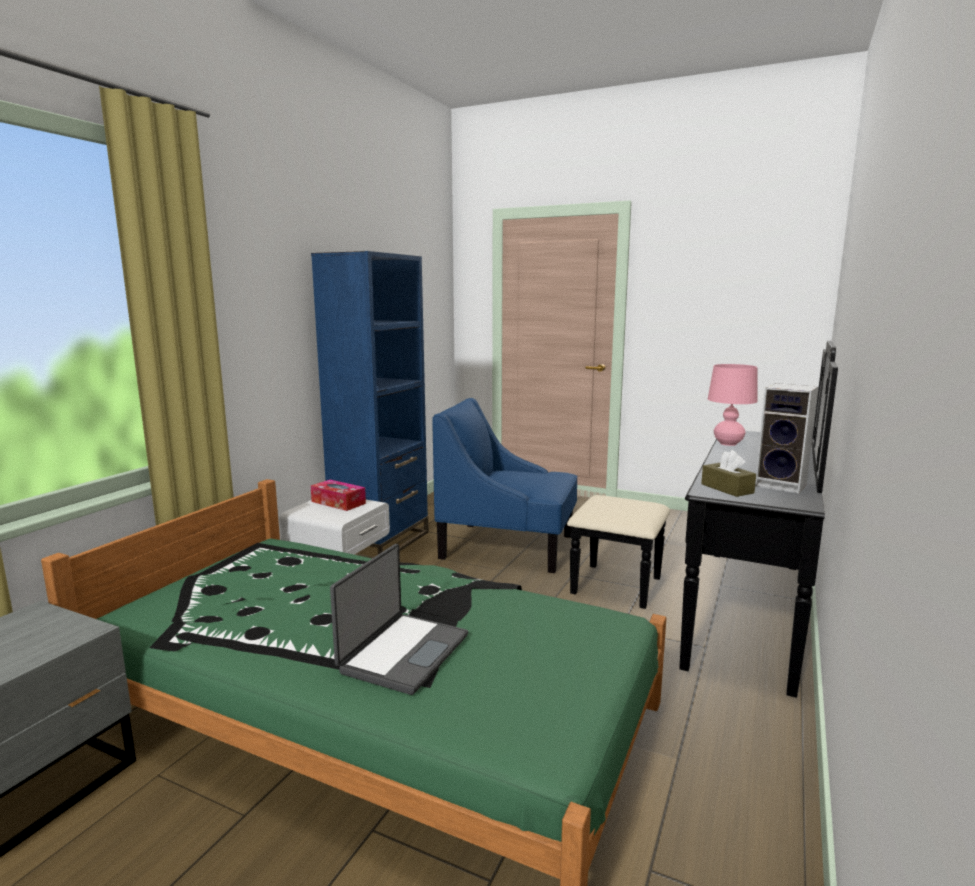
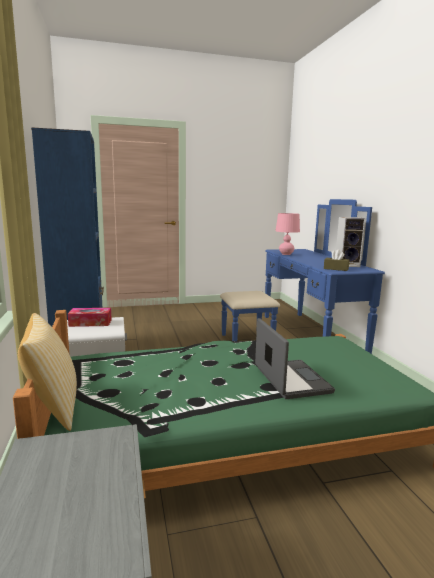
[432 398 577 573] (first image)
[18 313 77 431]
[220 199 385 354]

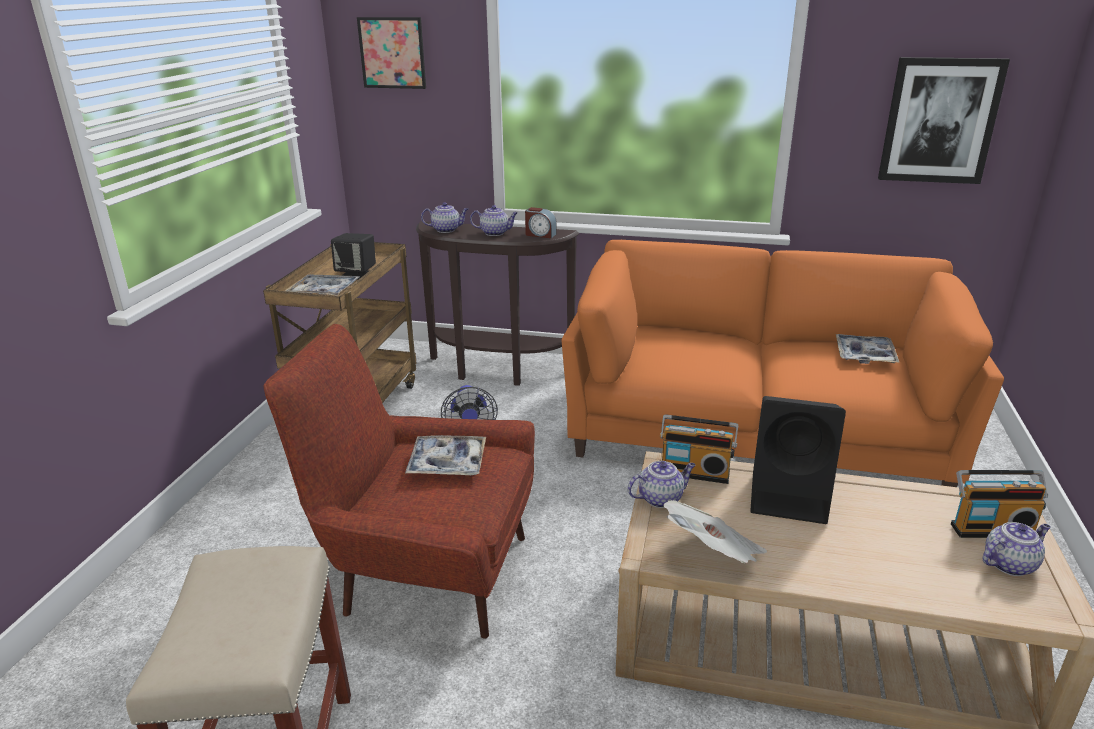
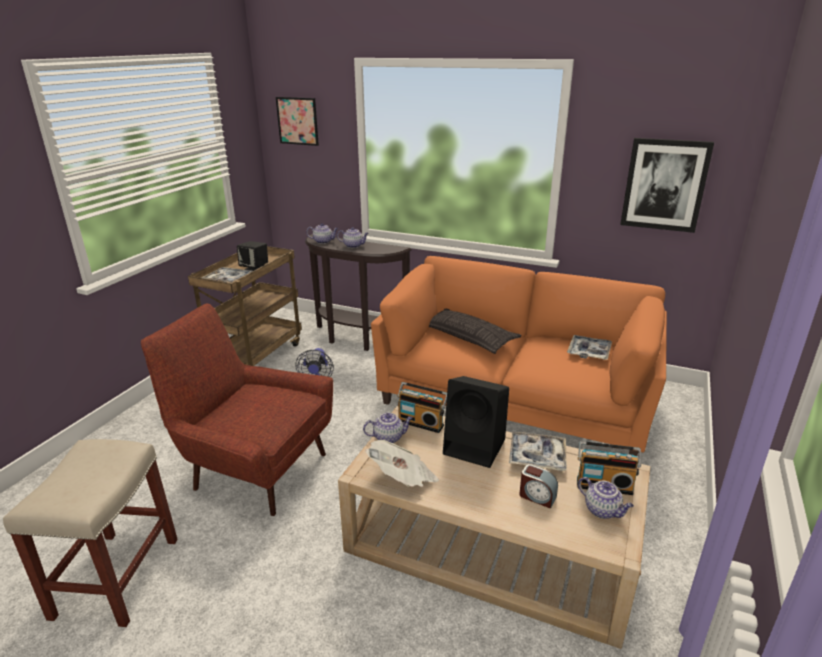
[429 309 522 354]
[509 432 567 471]
[520 464 558 509]
[578 477 634 519]

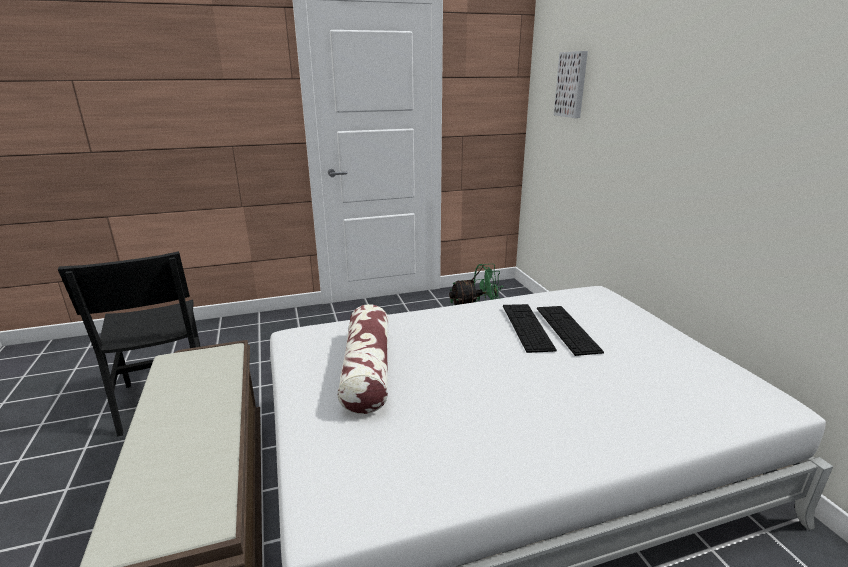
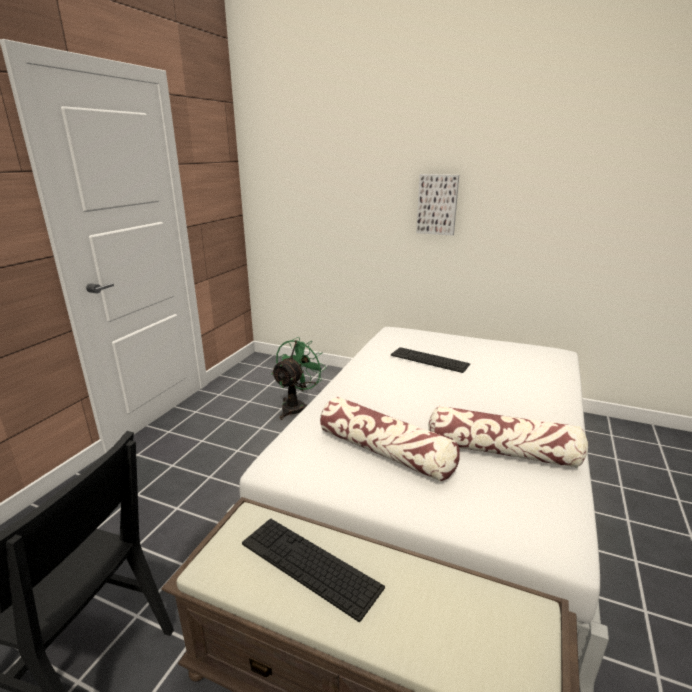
[428 406 588 468]
[242 519 385 622]
[416 174 459 236]

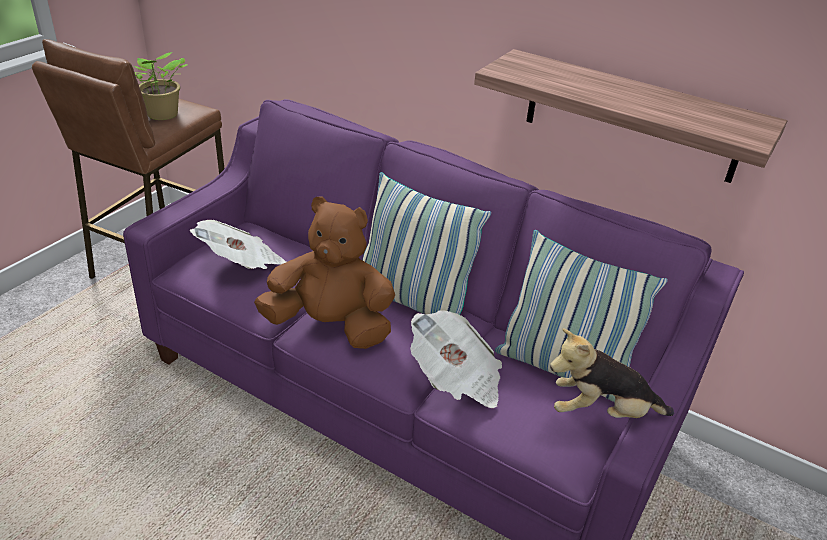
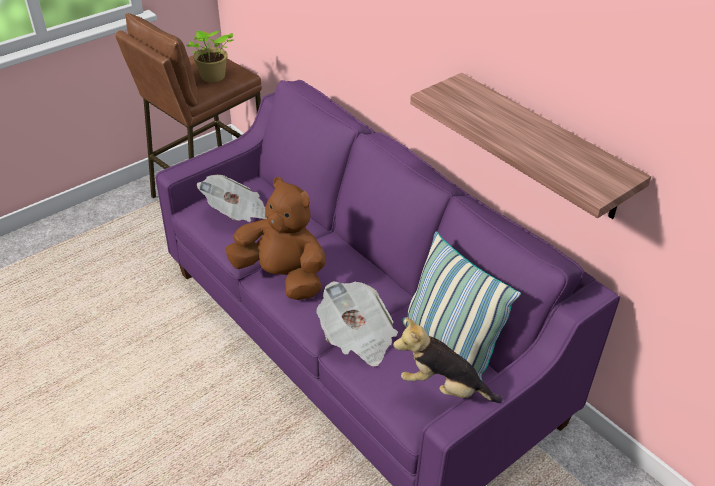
[362 172 491 315] (first image)

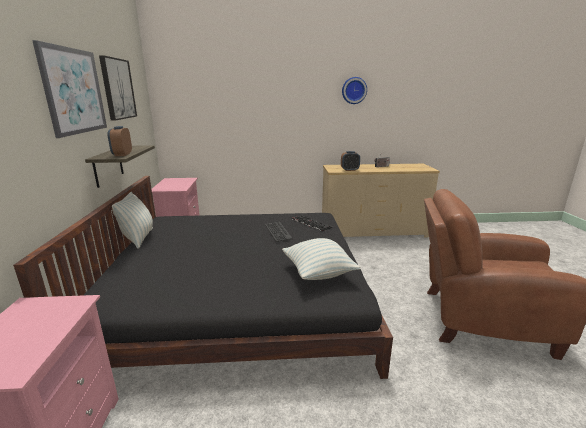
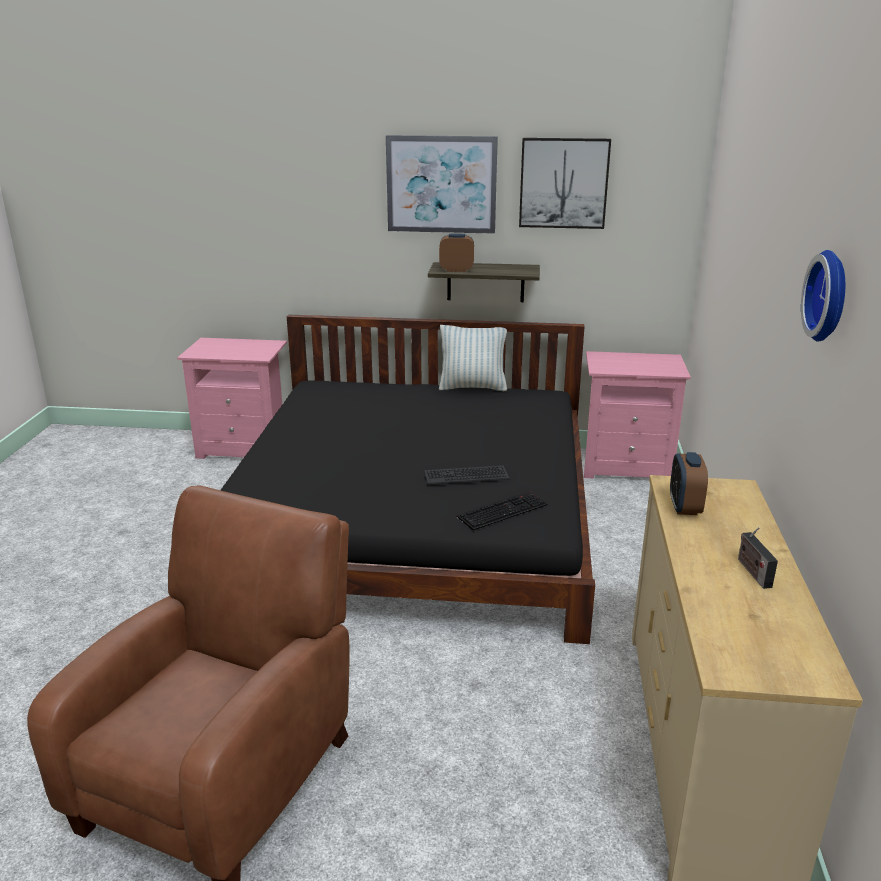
[282 238 361 280] (first image)

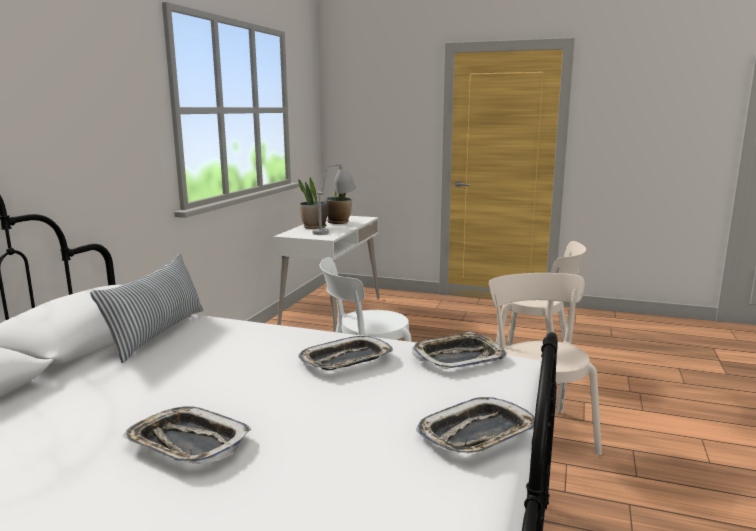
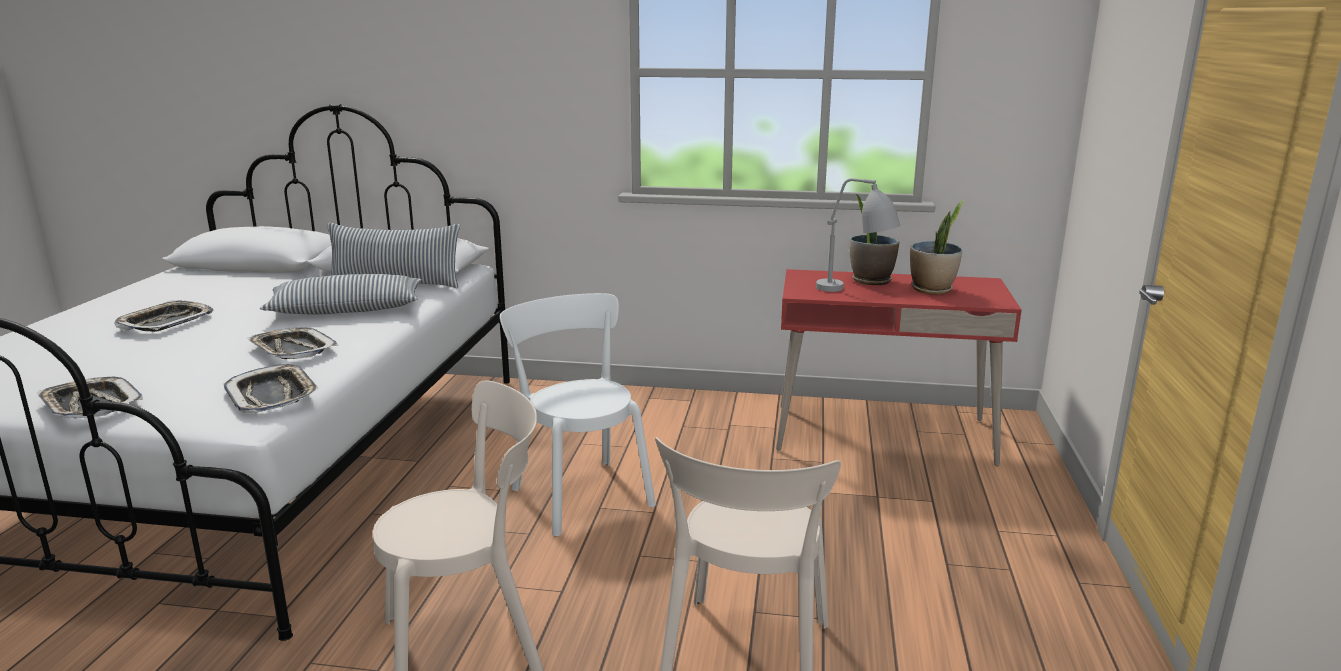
[260 274 422 315]
[776 269 1022 466]

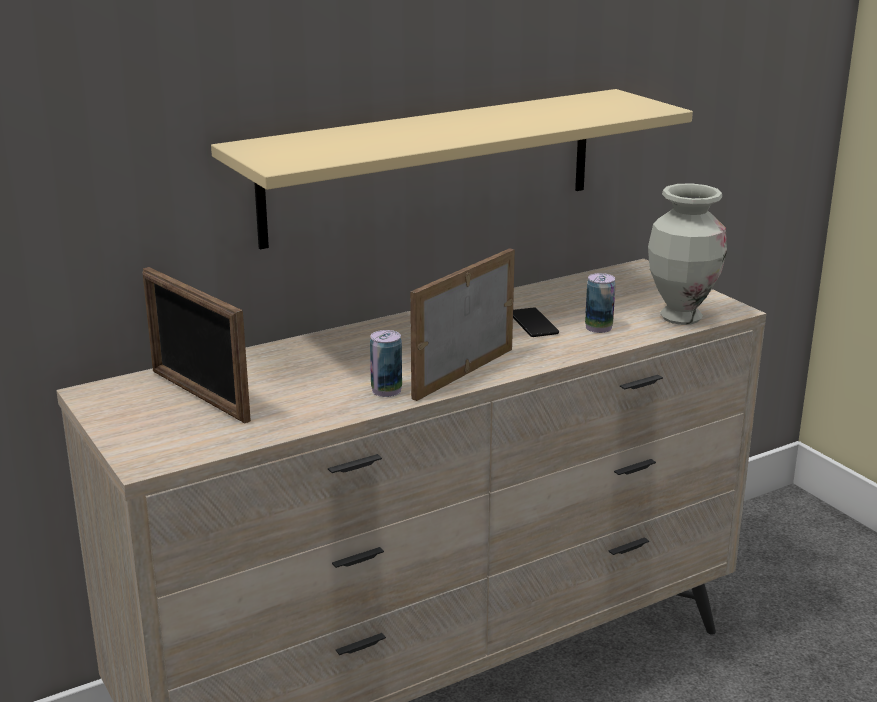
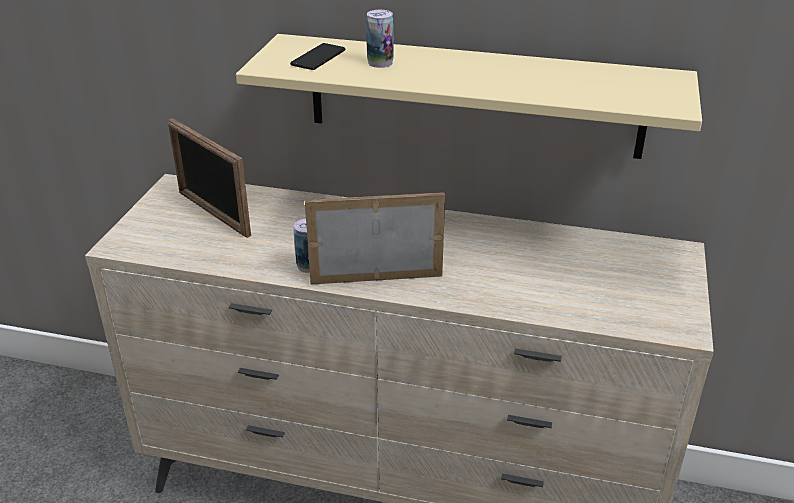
[648 183 727 325] (first image)
[290 43 345 70]
[366 10 393 68]
[168 118 251 238]

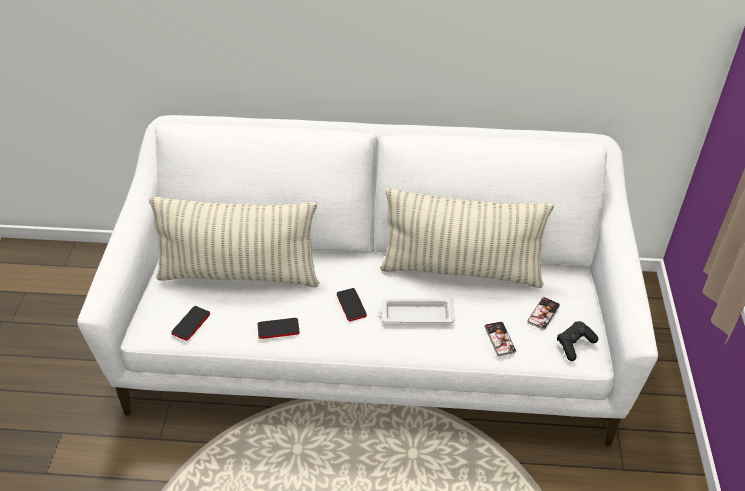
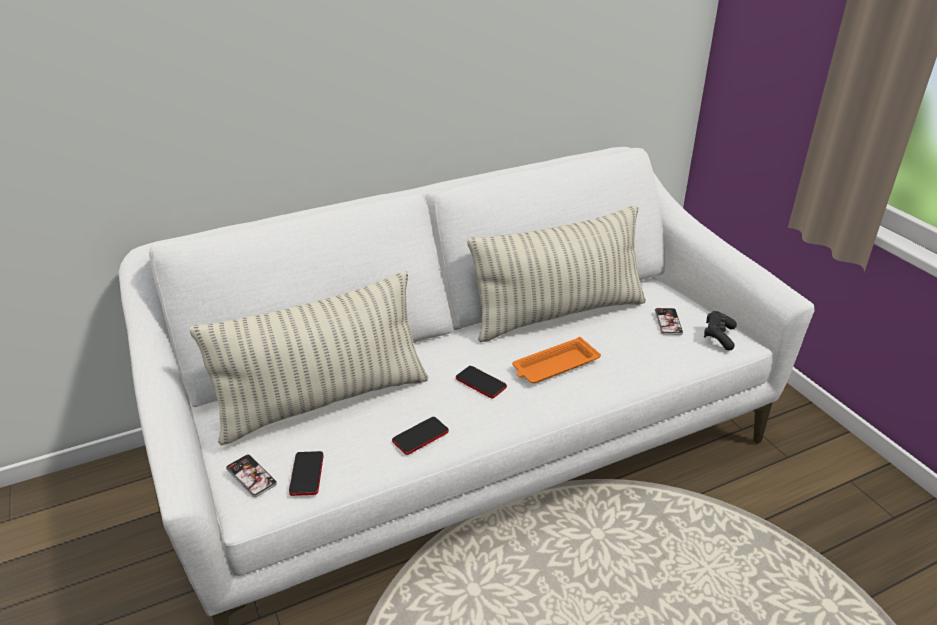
[226 455 277 497]
[512 337 601 383]

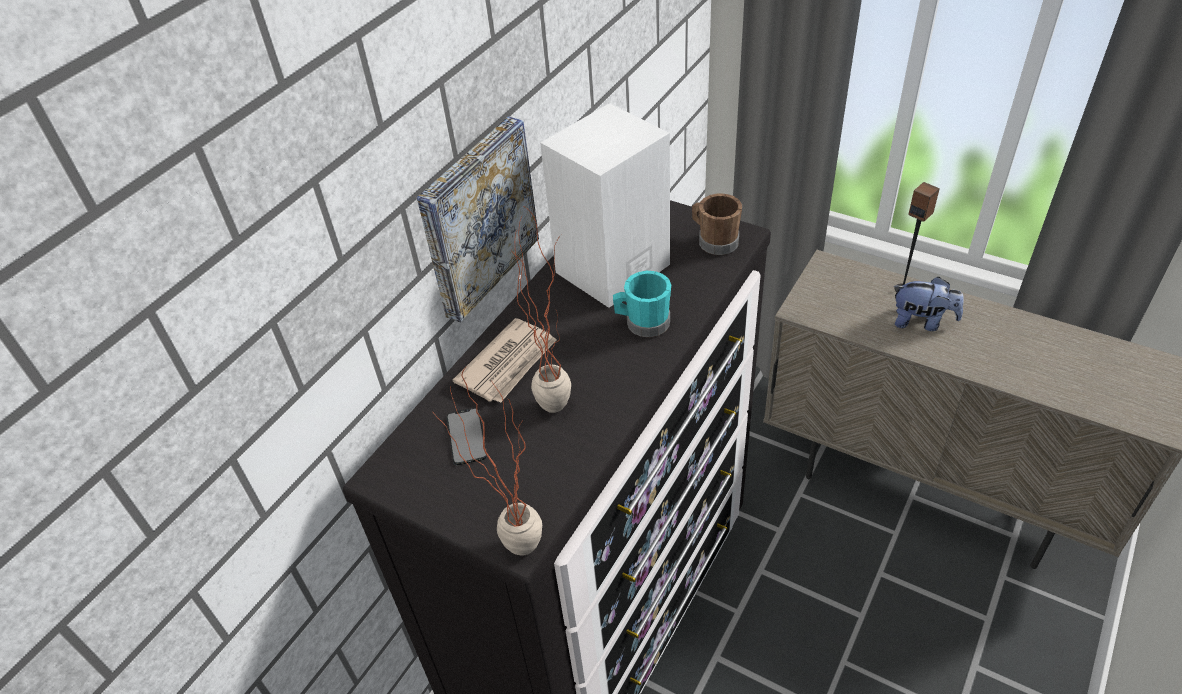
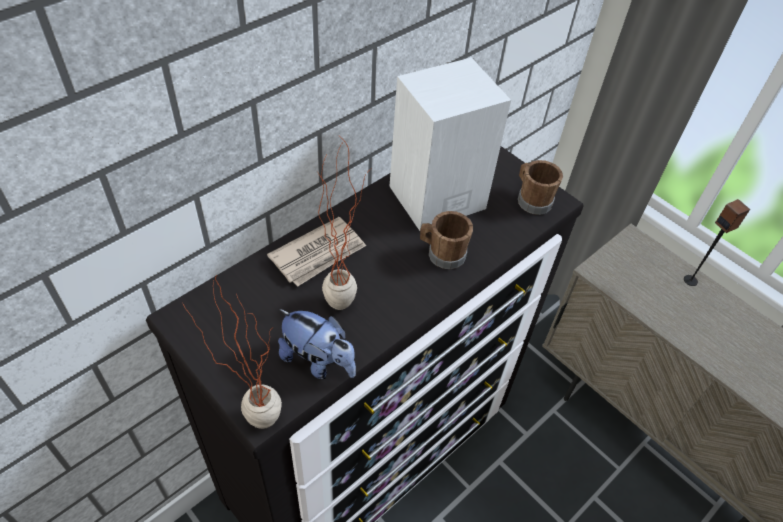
[417 116 539 323] (first image)
[447 408 487 465] (first image)
[278 309 356 379]
[420 211 473 269]

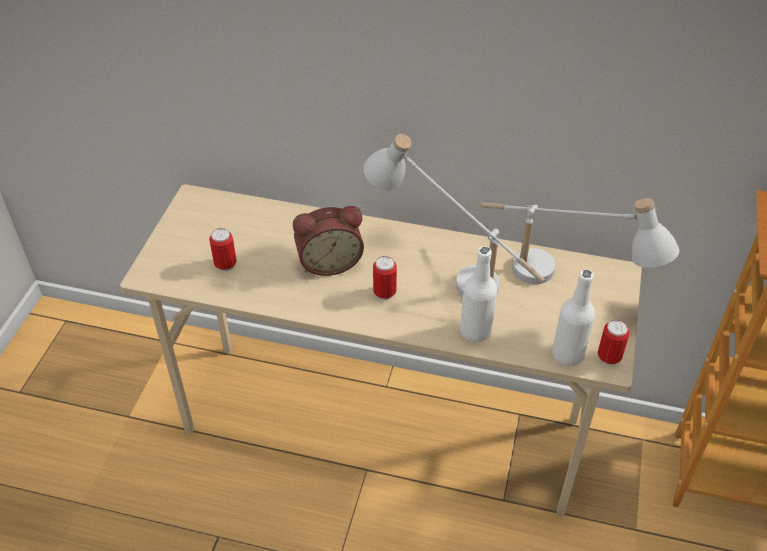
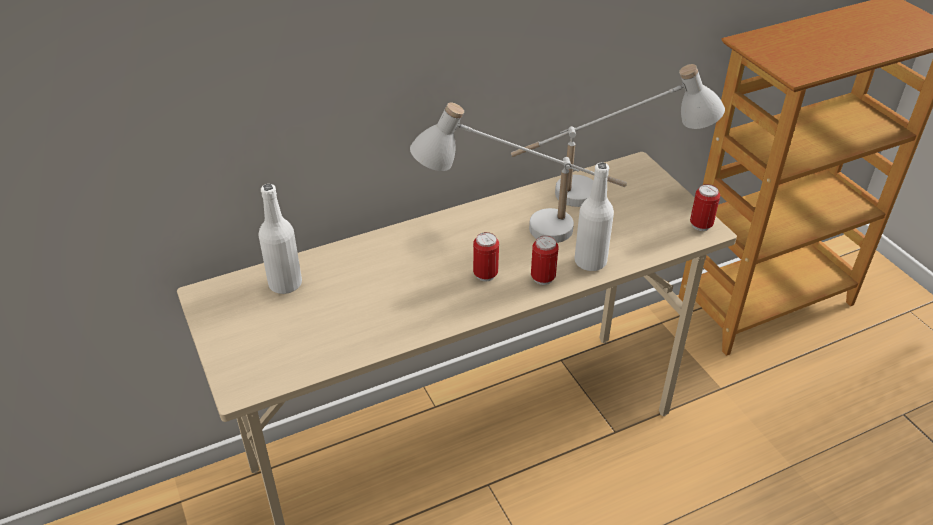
[293 206 364 276] (first image)
[531 236 559 285]
[258 184 302 294]

